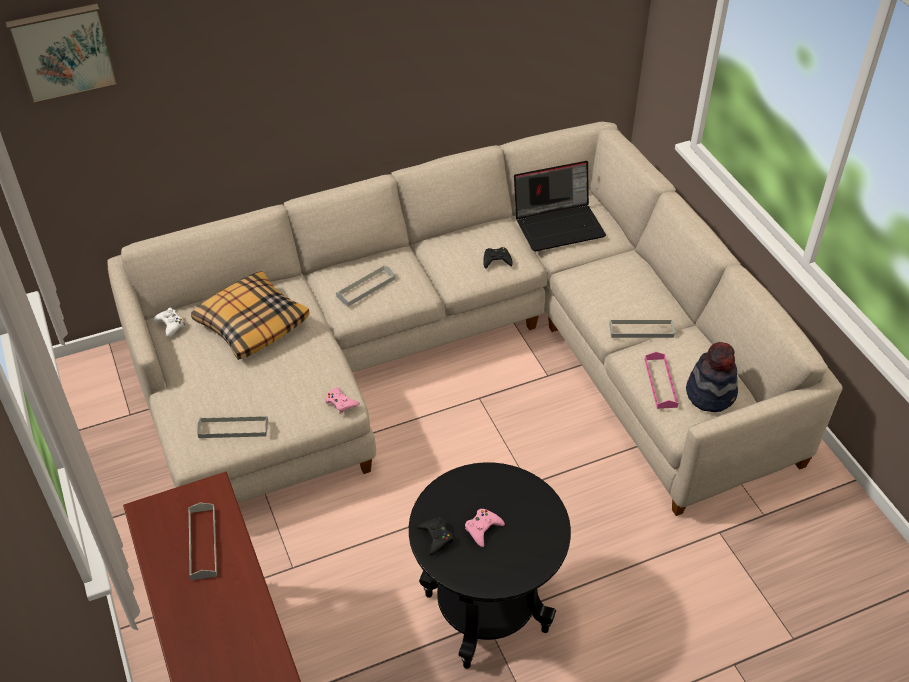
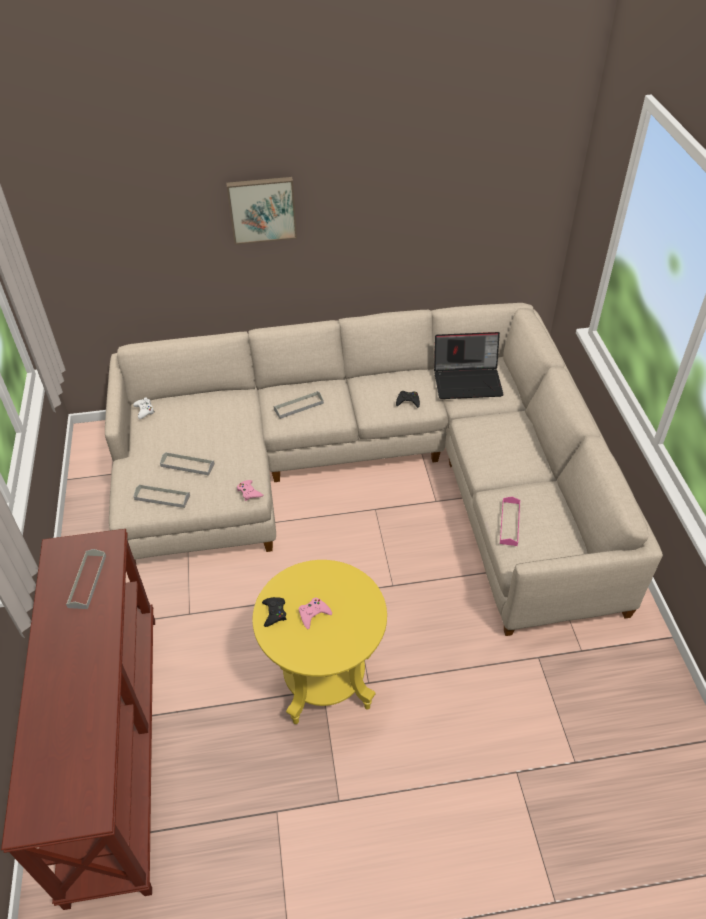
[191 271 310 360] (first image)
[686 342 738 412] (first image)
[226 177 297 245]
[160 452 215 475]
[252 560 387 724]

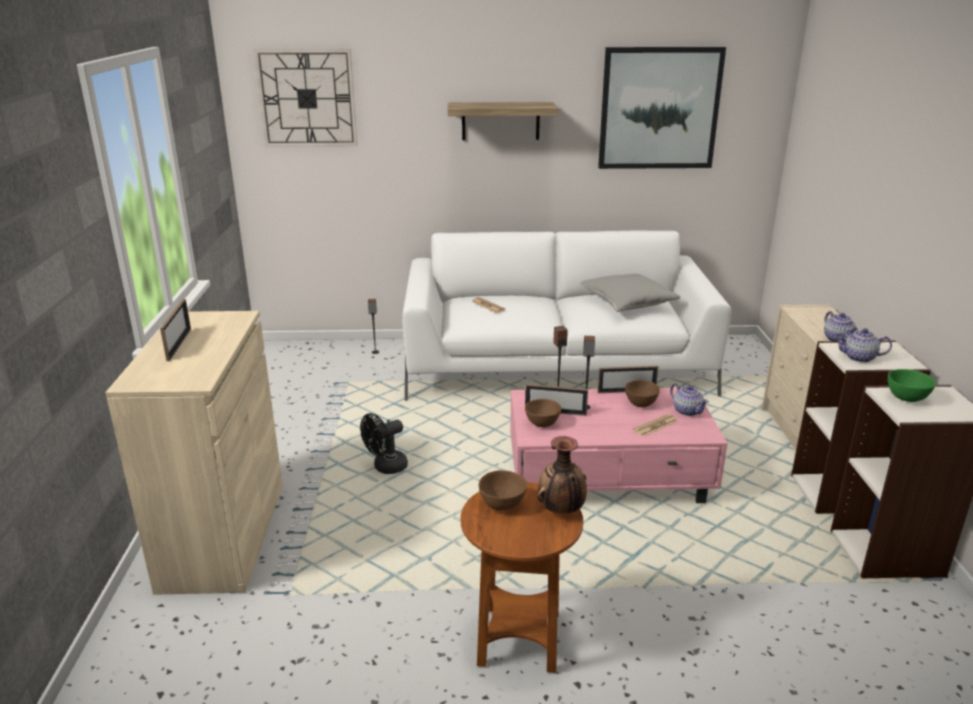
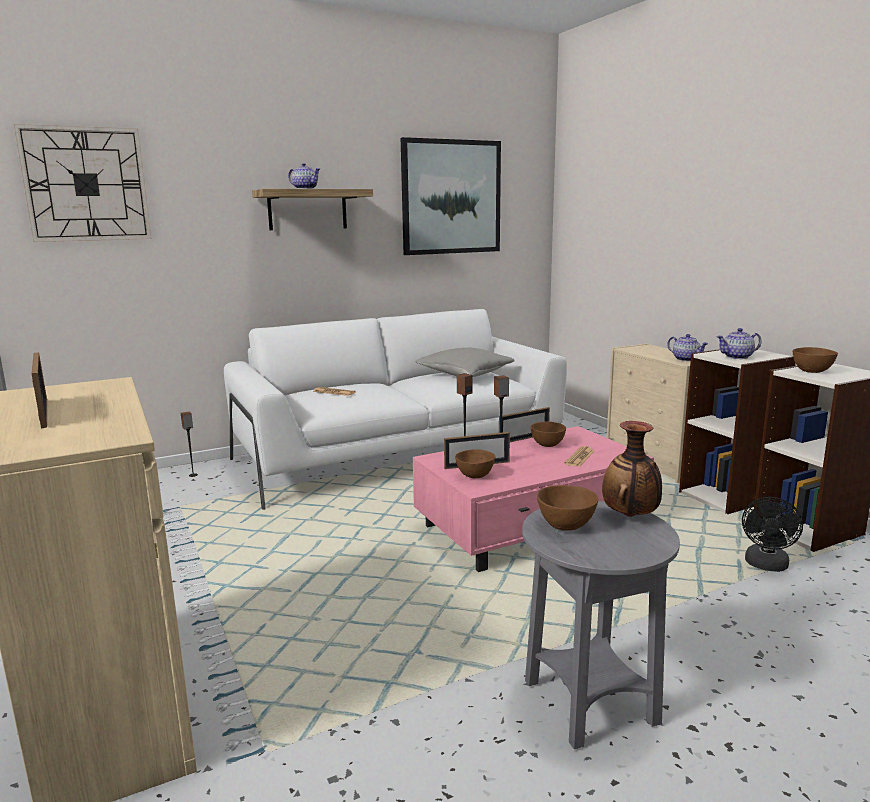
[742 497 803 572]
[288 163 320 189]
[522 501 680 749]
[793 347 838 373]

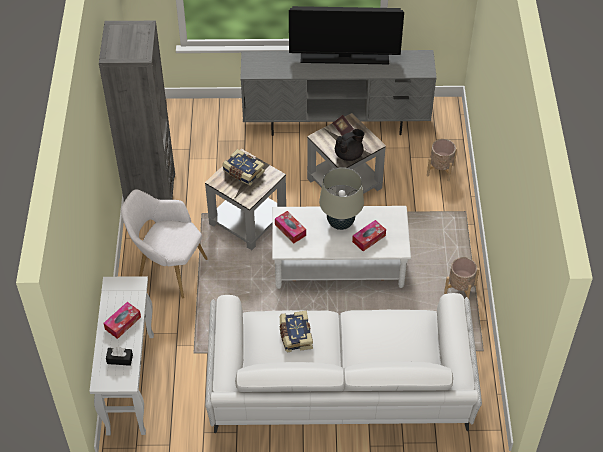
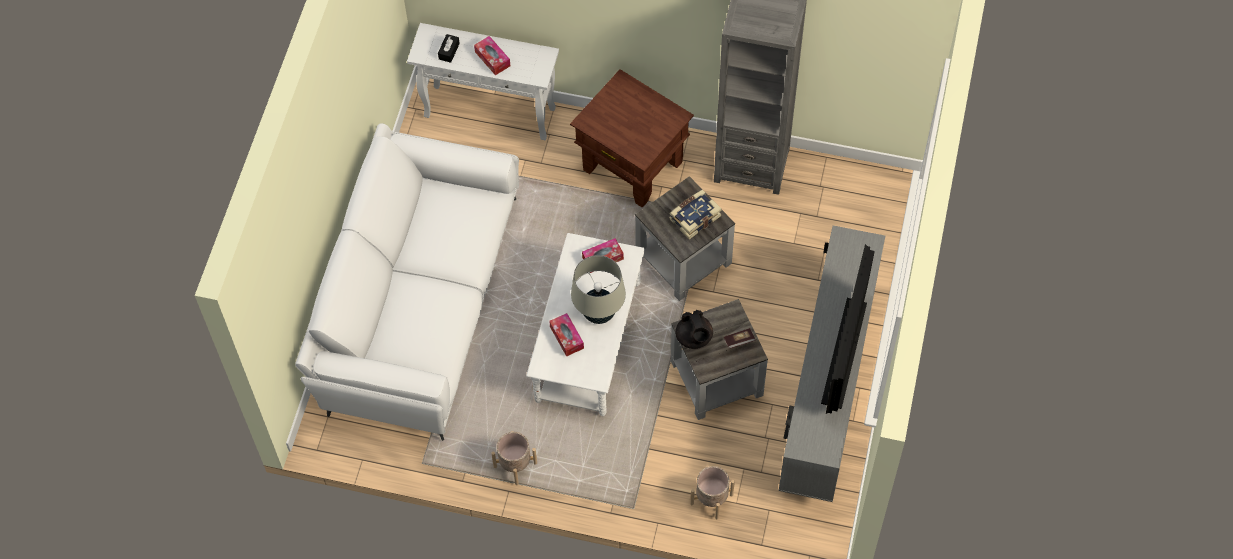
[279 311 313 352] (first image)
[570 69 694 208]

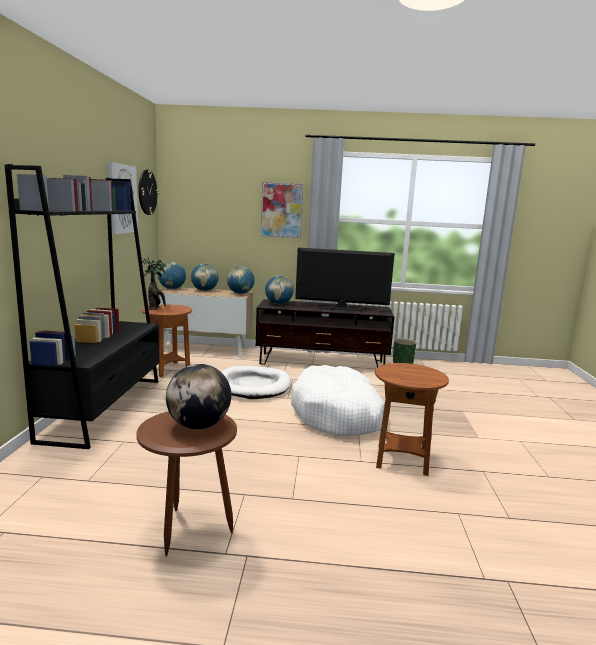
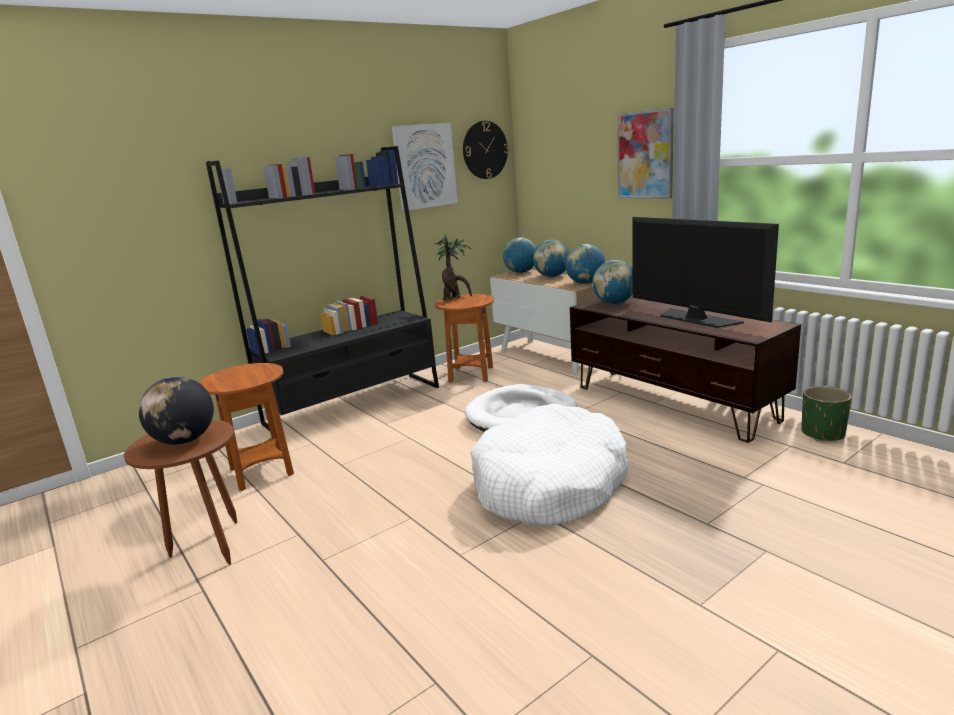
[199 363 294 491]

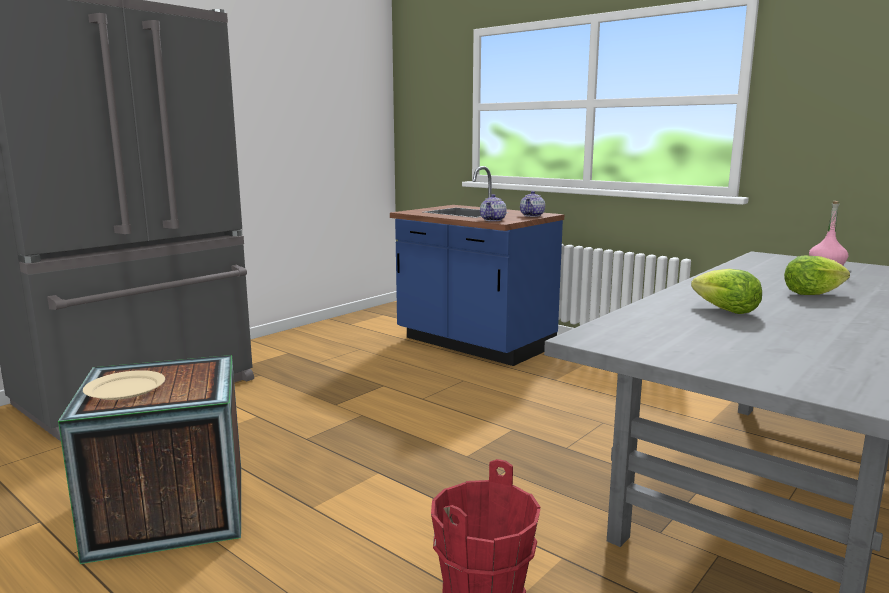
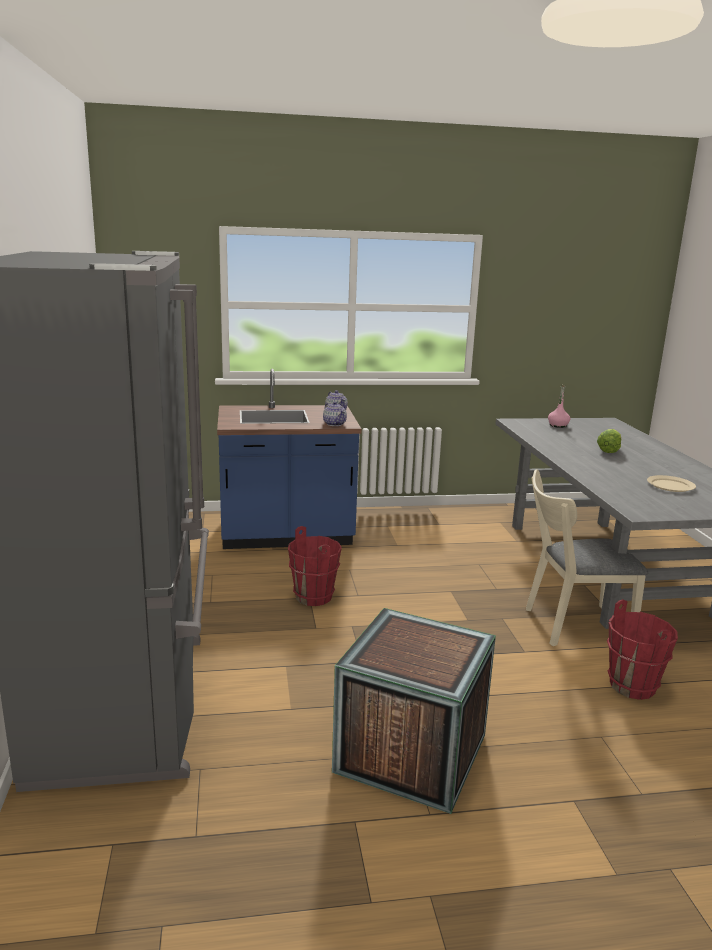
[691 269 762 314] (first image)
[288 526 342 606]
[526 469 648 646]
[647 475 696 492]

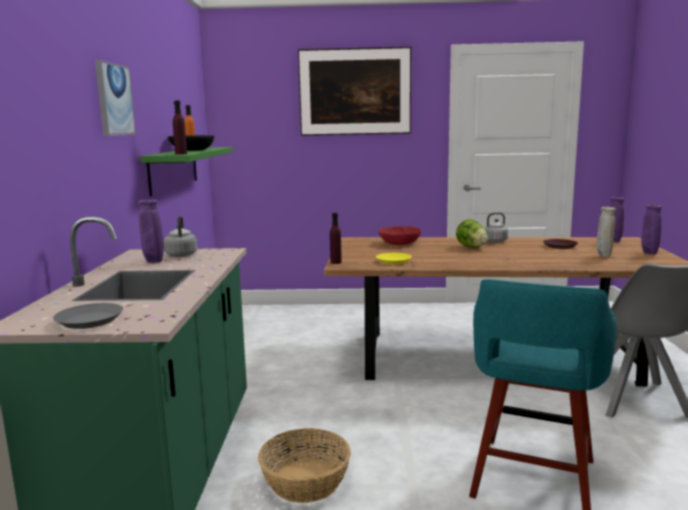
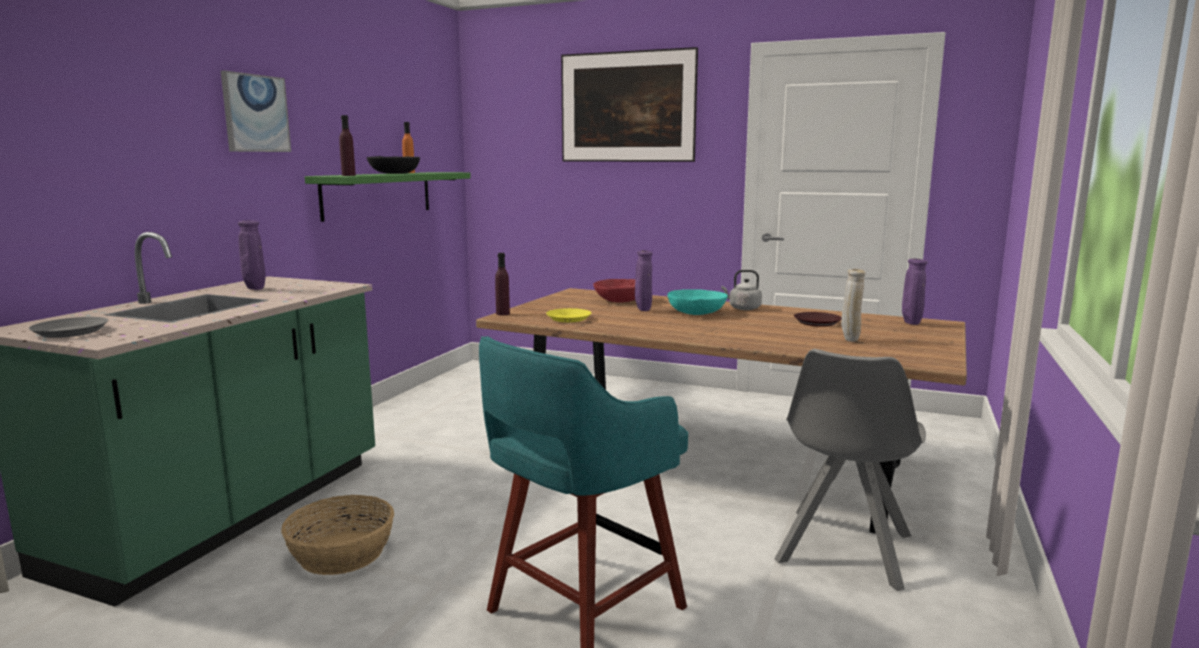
[164 215 198 257] (first image)
[635 250 653 311]
[668 289 728 315]

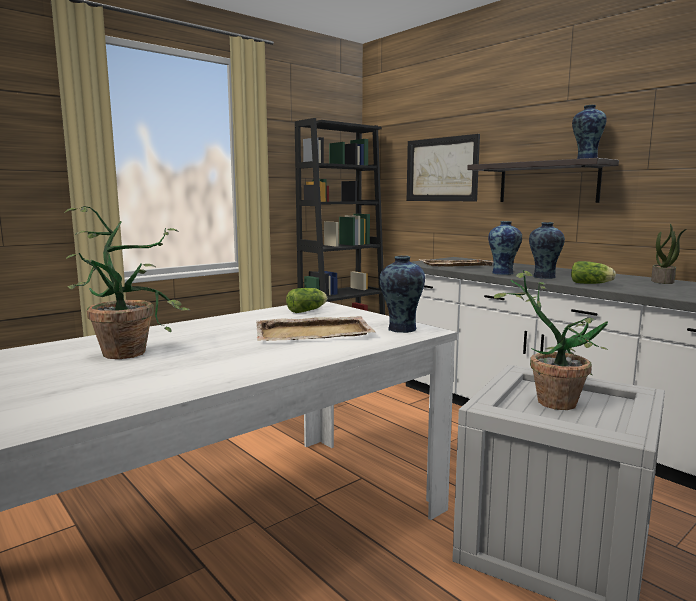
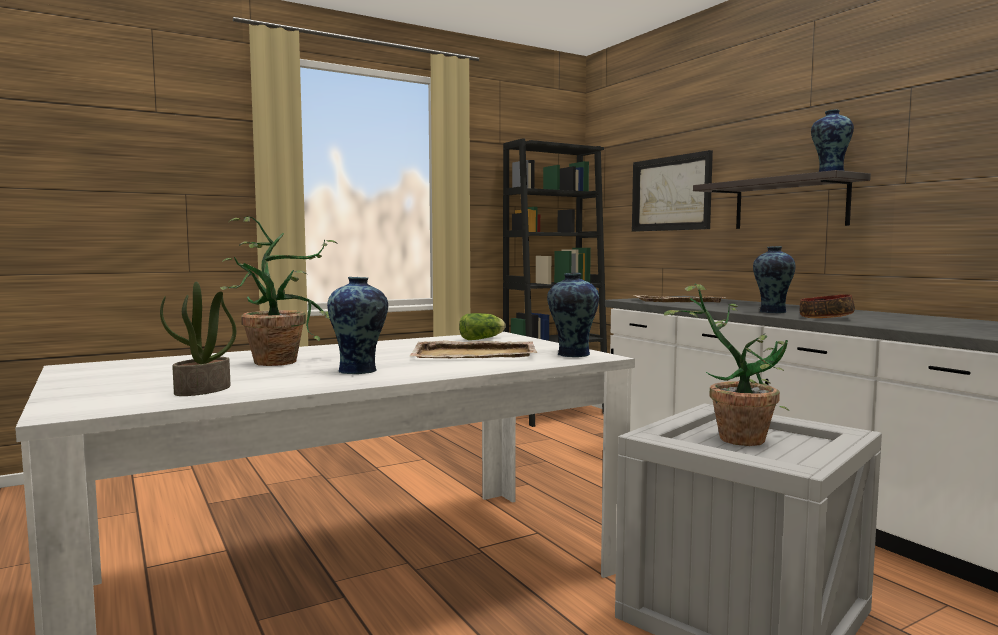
[327 277 388 375]
[160 282 236 396]
[800 294 855 318]

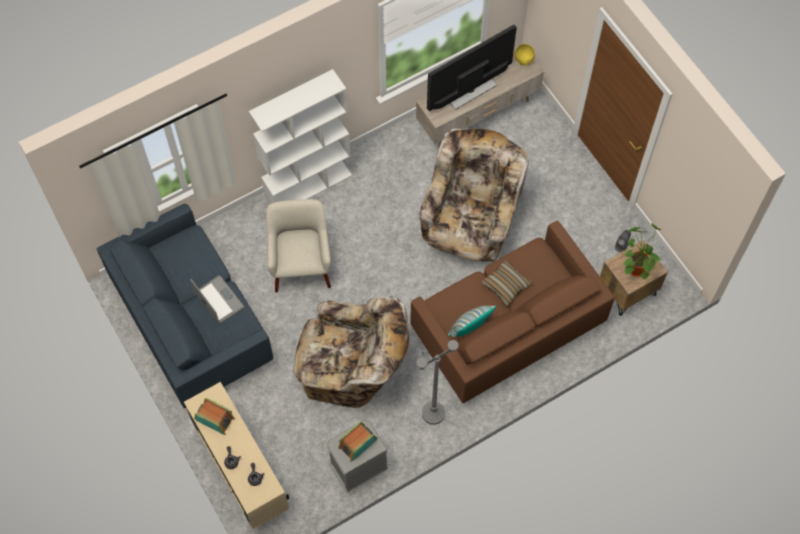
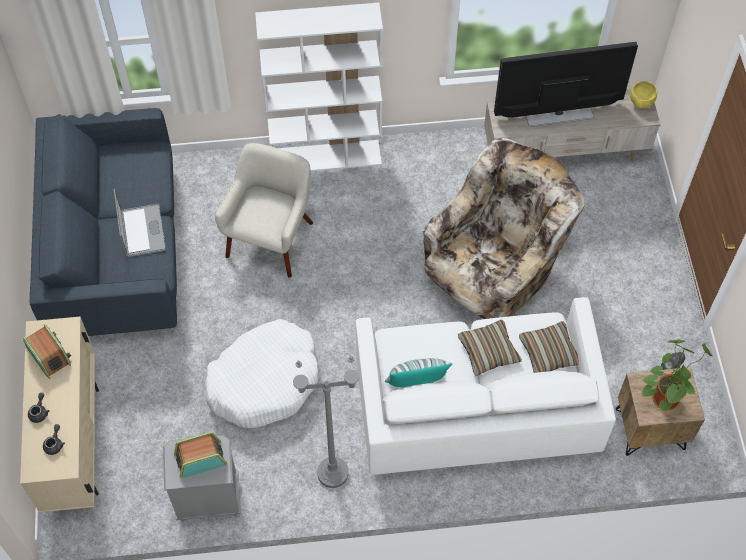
[519 321 579 373]
[205 319 318 428]
[356 297 616 475]

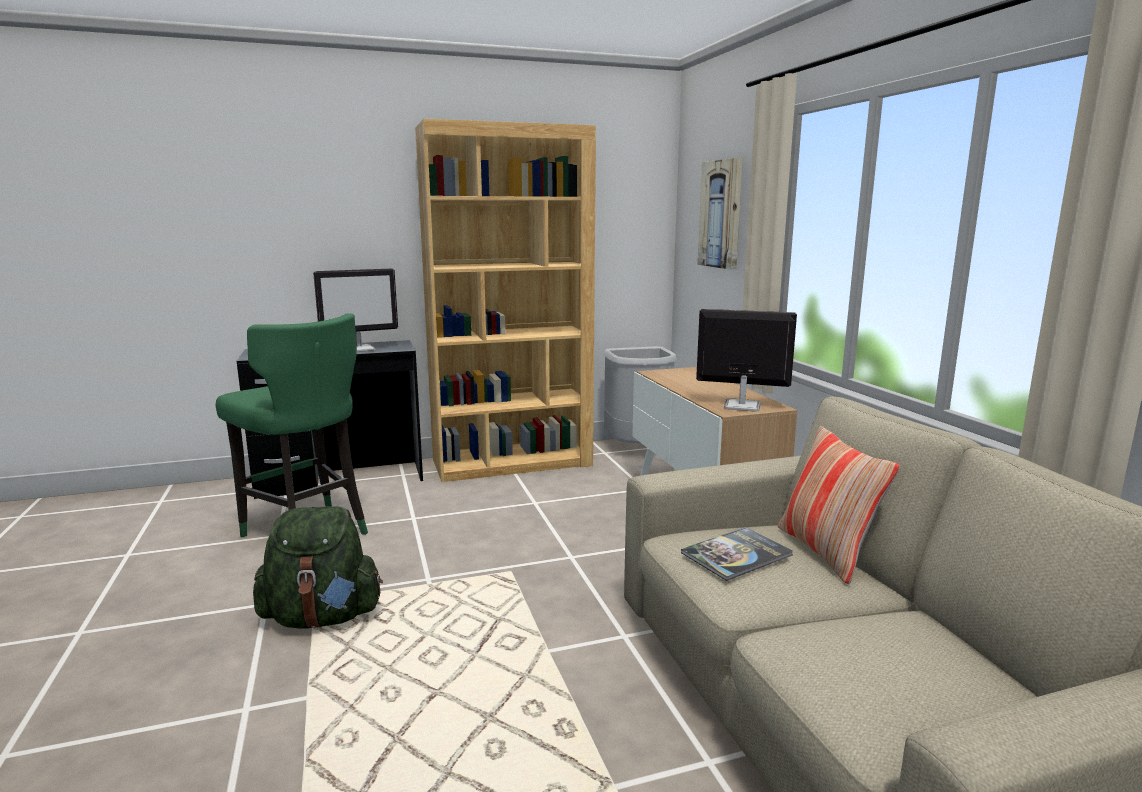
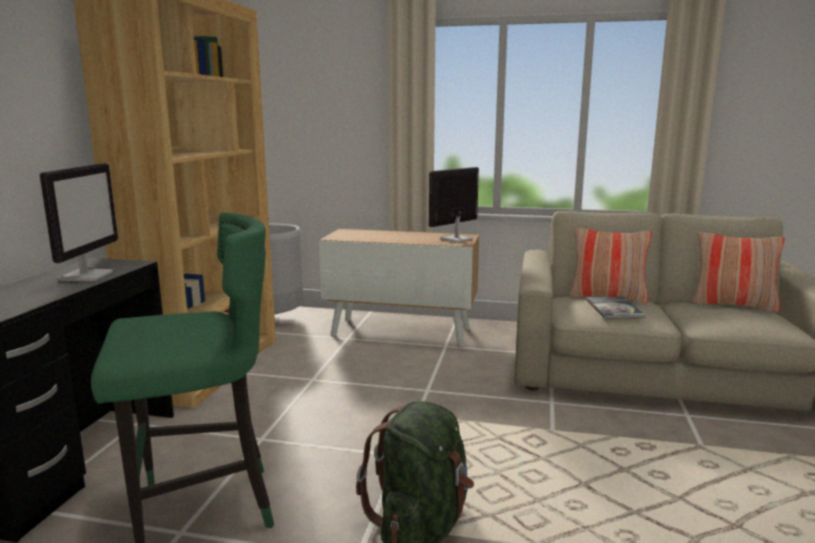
[697 157 743 270] (first image)
[692 232 785 312]

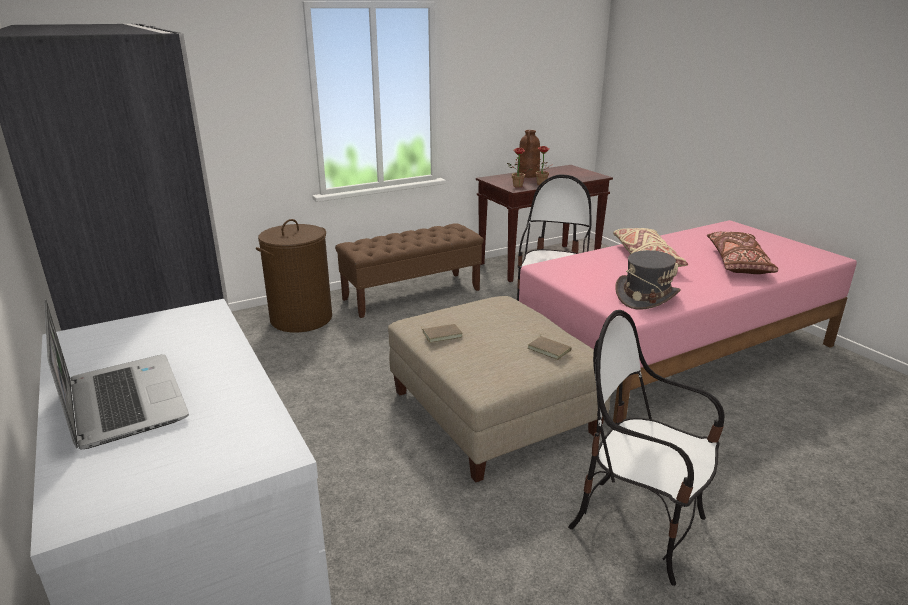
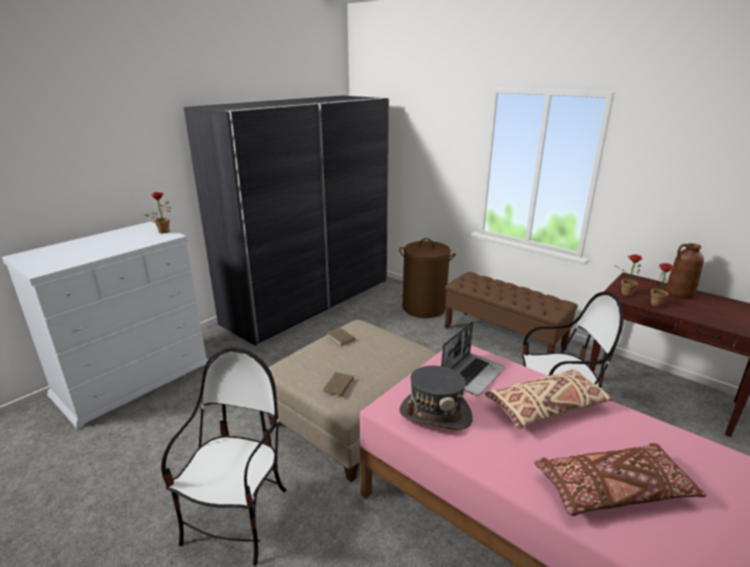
[145 192 171 233]
[441 321 505 396]

